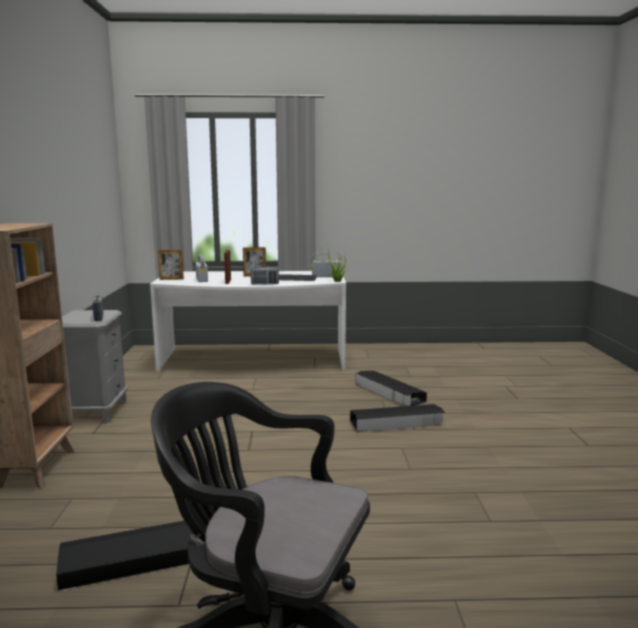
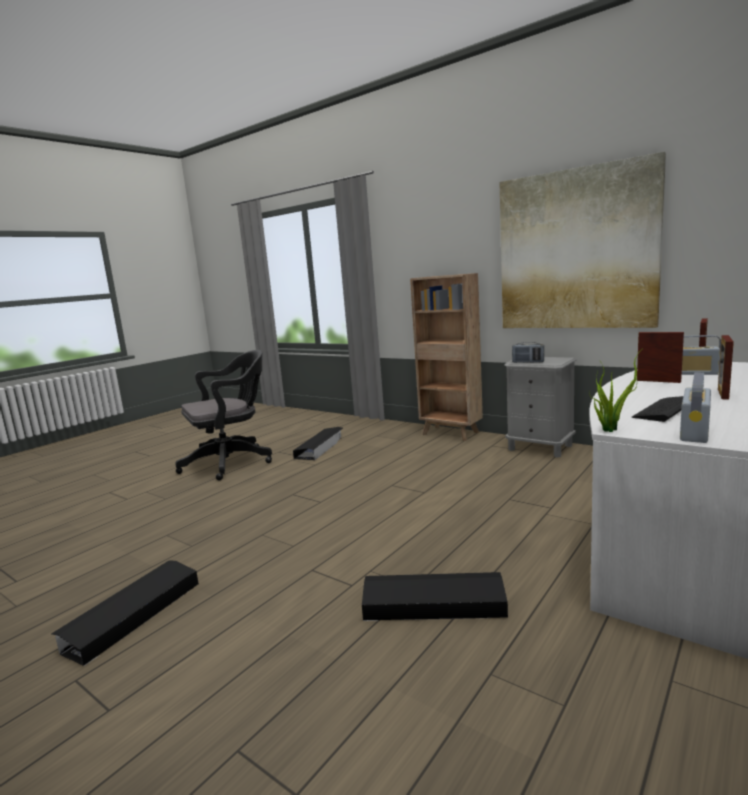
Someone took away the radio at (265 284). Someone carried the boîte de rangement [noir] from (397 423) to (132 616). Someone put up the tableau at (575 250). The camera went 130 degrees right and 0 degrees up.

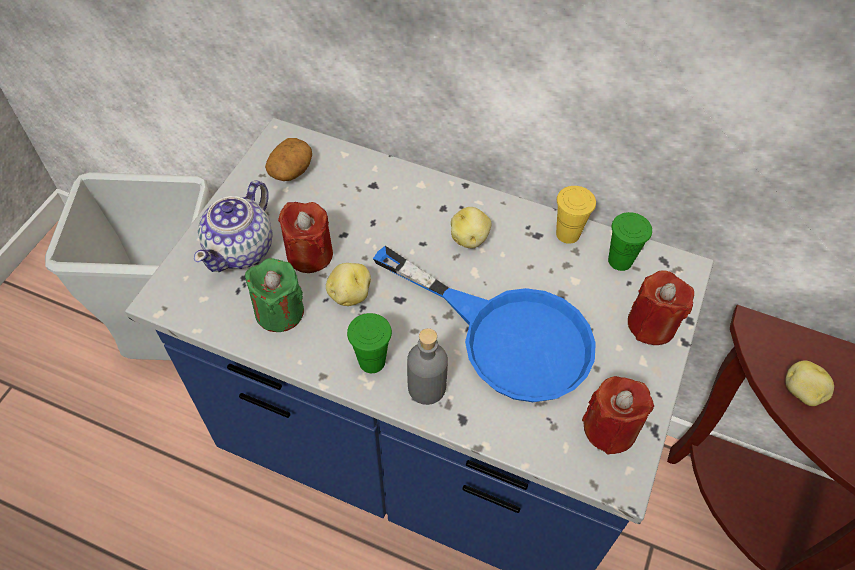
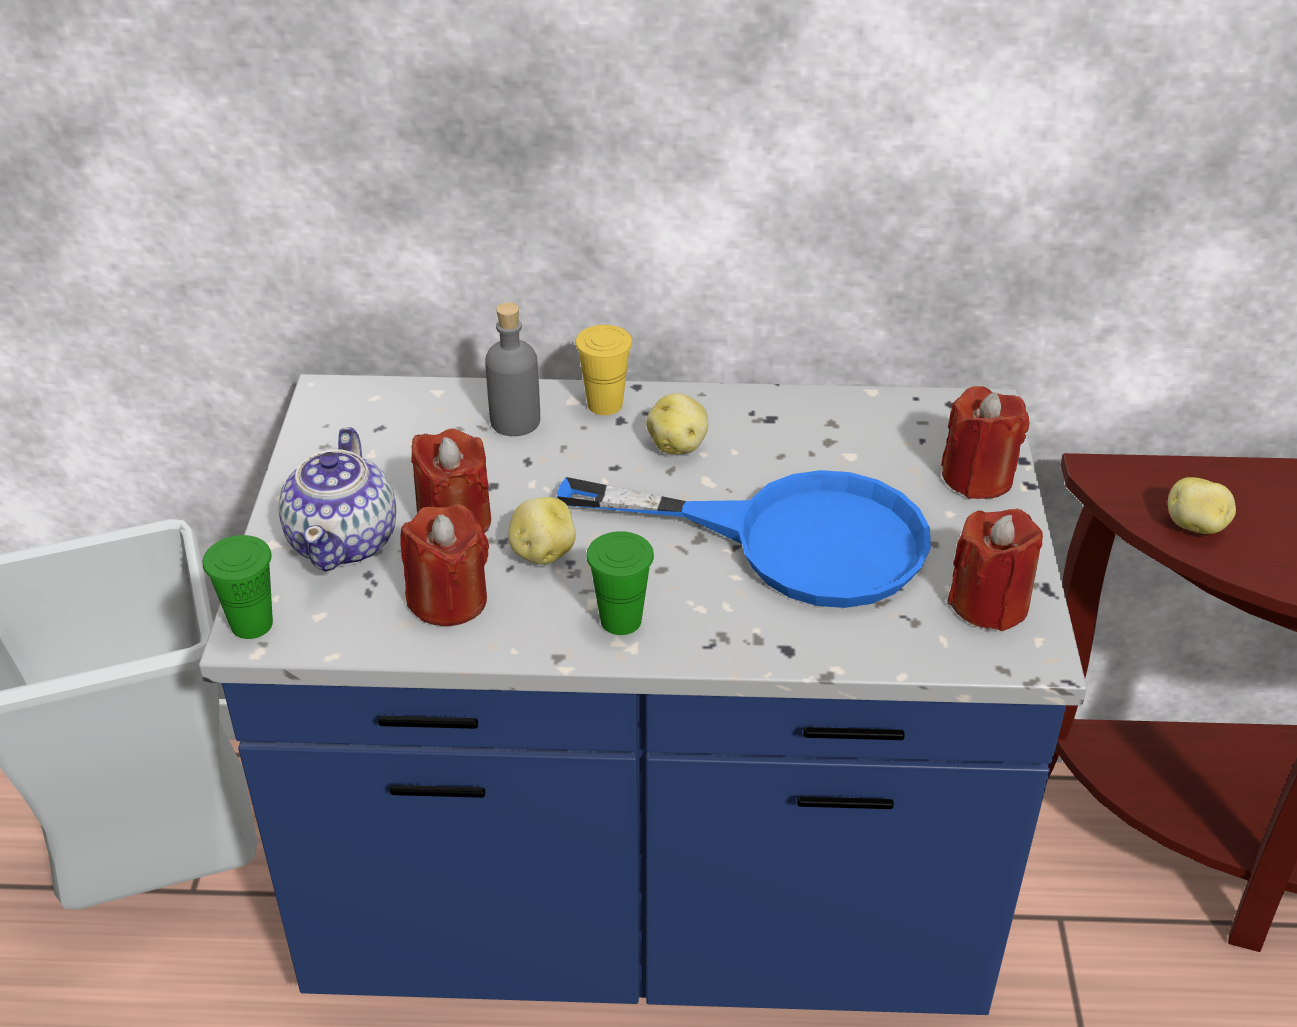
Someone repainted the bougie [vert] at (279 312), which became the bougie [rouge] at (448 600). Someone took away the pomme de terre at (291 170). Someone carried the bouteille [gris] from (426 388) to (515 421). Someone carried the tasse [jaune] from (567 234) to (605 404). Someone carried the tasse [vert] from (620 261) to (252 624). The camera went 20 degrees left and 15 degrees down.

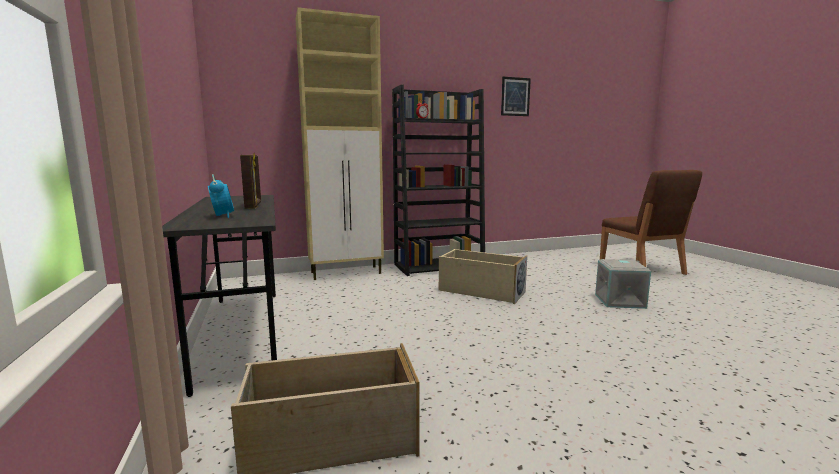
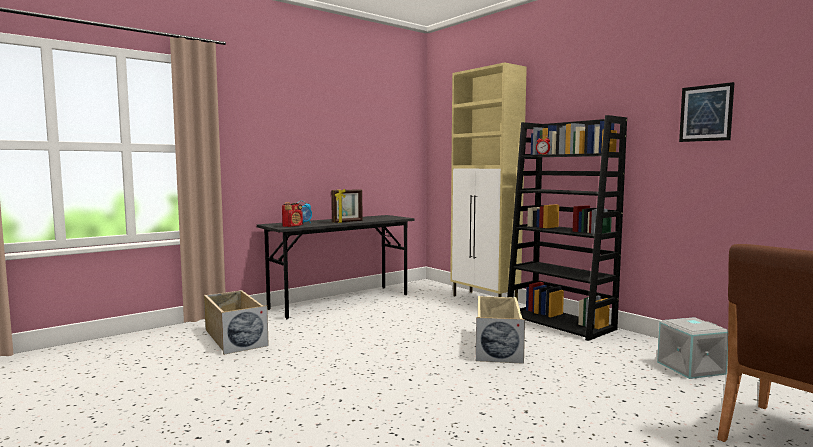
Someone carried the boîte de rangement [gris] from (621 301) to (691 368). Someone put down the radio at (293 226). The camera went 70 degrees right and 5 degrees down.

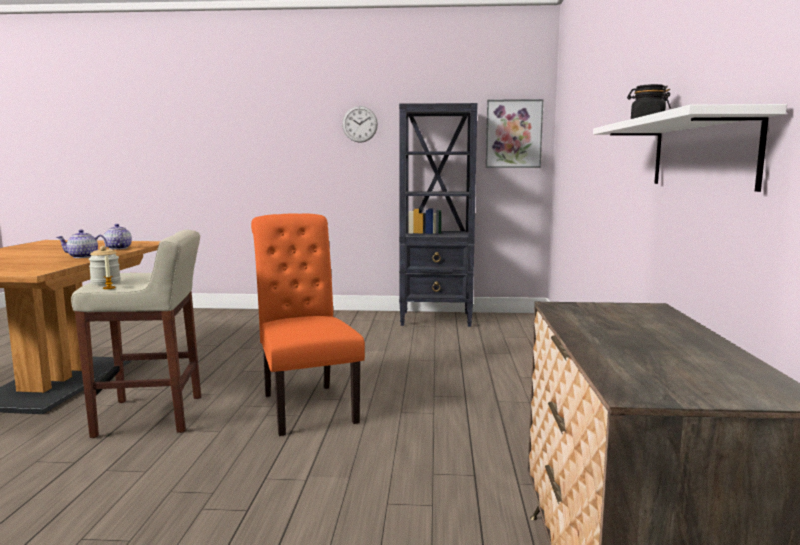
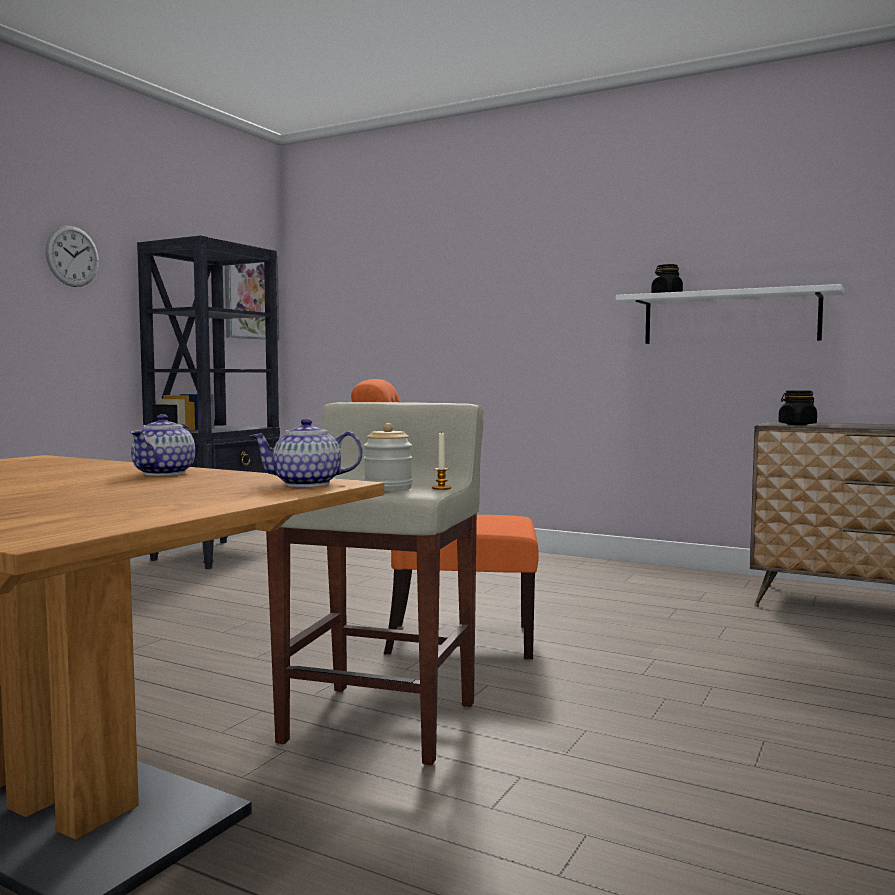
Someone carried the théière from (118 248) to (308 484). Someone put down the bocal [noir] at (797 424). The camera went 65 degrees left and 5 degrees down.

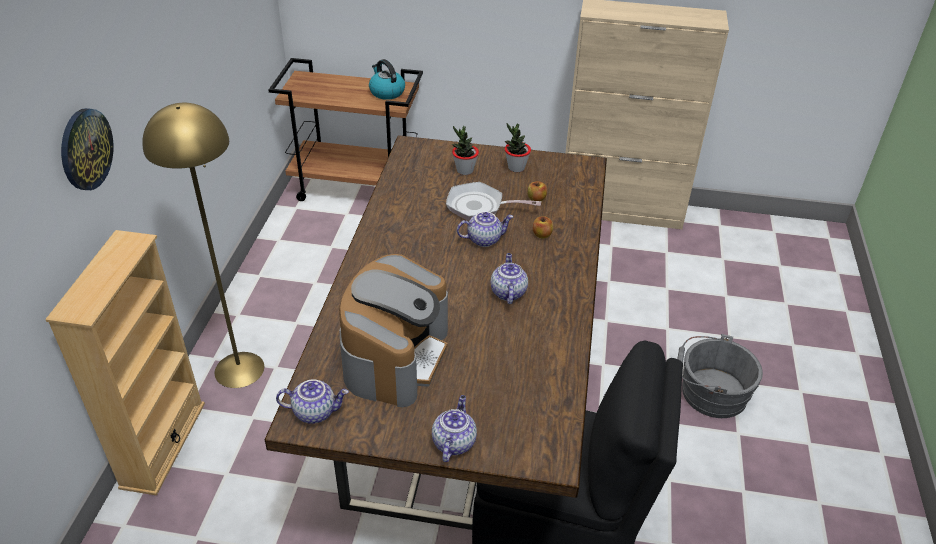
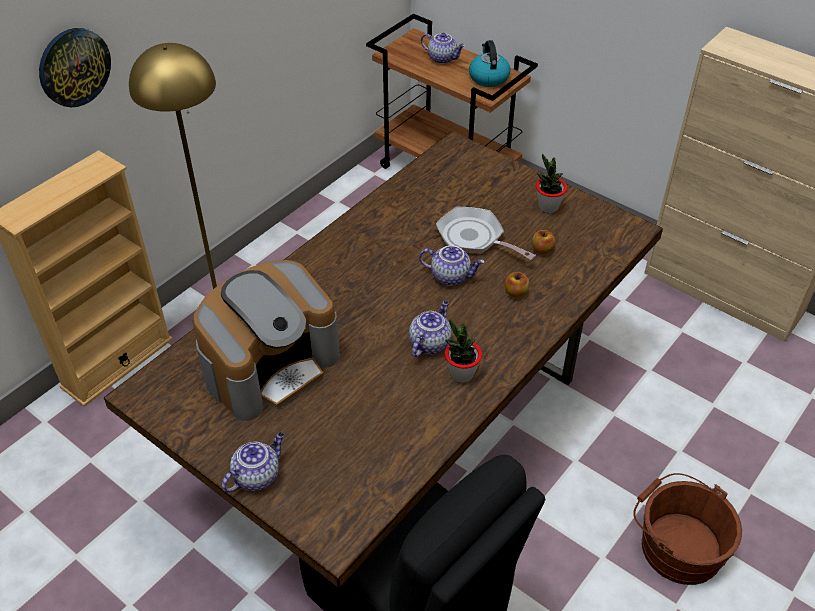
Someone carried the théière from (315 411) to (442 58). Someone carried the plante en pot from (464 170) to (461 374). Someone repainted the seau [gris] at (709 392), which became the seau [marron] at (677 544). The camera went 30 degrees right and 5 degrees up.

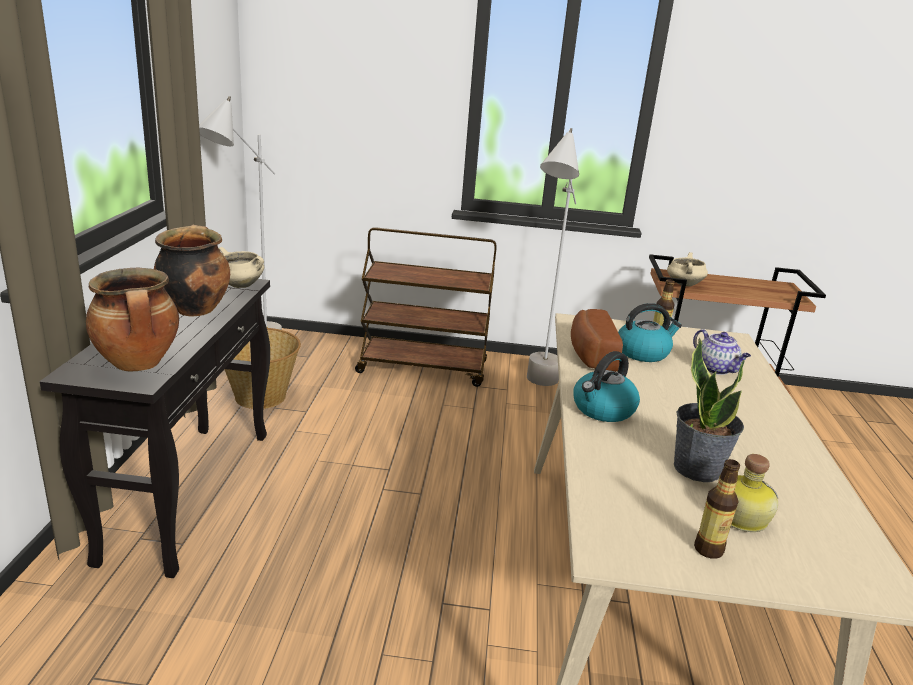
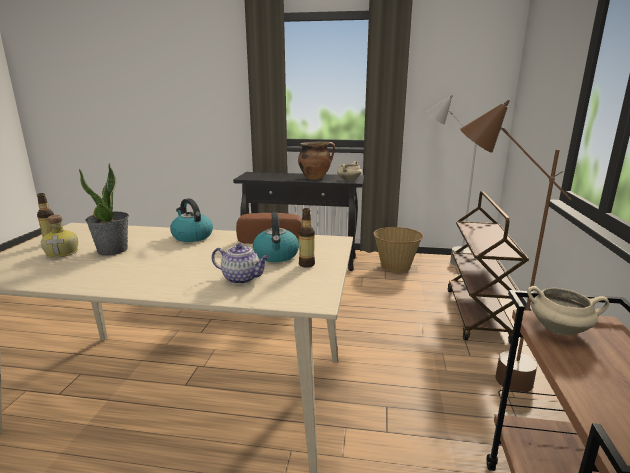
Someone took away the marmite at (139 364). Someone repainted the lampadaire [gris] at (536 390), which became the lampadaire [marron] at (482 373). Someone rotated the théière at (716 369) by 135 degrees counterclockwise. The camera went 95 degrees right and 5 degrees down.

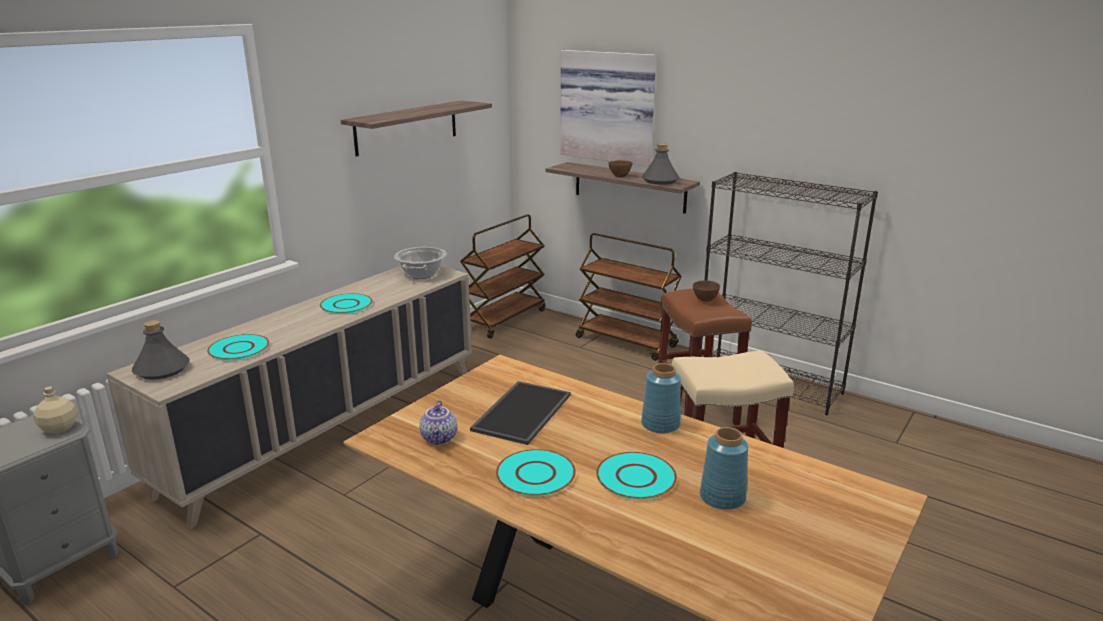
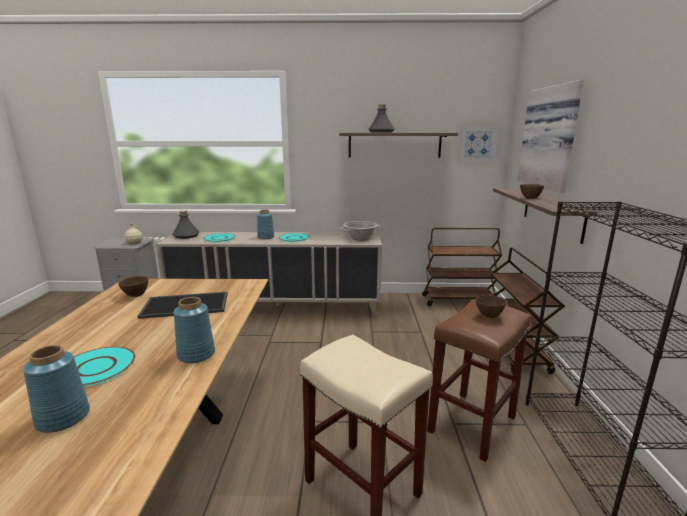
Someone swapped the théière at (440 438) for the bol [marron] at (136 295). Someone took away the assiette [turquoise] at (535 474). Someone carried the bouteille [gris] from (660 181) to (381 132). Someone put down the vase [bleu] at (266 237). Someone put up the tableau at (477 144). The camera went 55 degrees right and 5 degrees down.

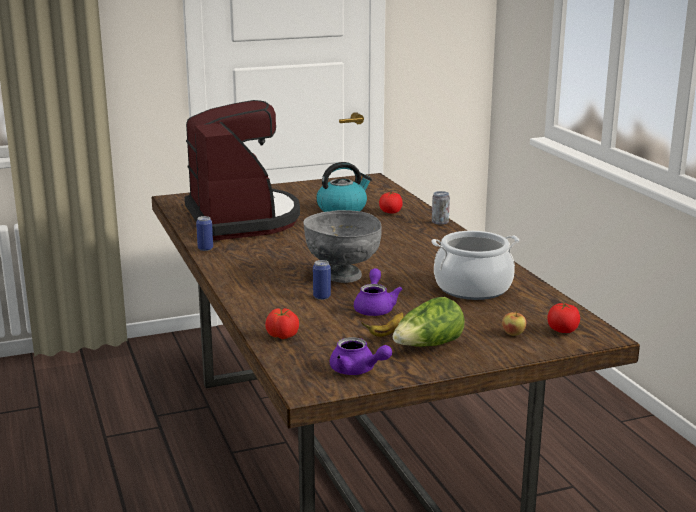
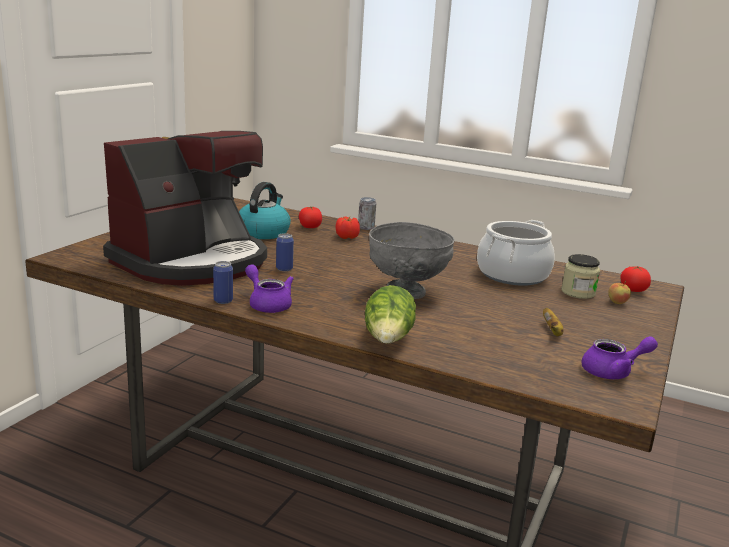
Someone rotated the machine à café at (243 219) by 105 degrees clockwise. Someone carried the tomate from (282 336) to (347 237). Someone carried the boîte métallique from (322 296) to (284 269). Someone carried the théière [violet] from (375 308) to (267 304). Someone carried the laitue from (428 346) to (388 339). Someone put down the bocal at (578 292). The camera went 45 degrees left and 0 degrees up.

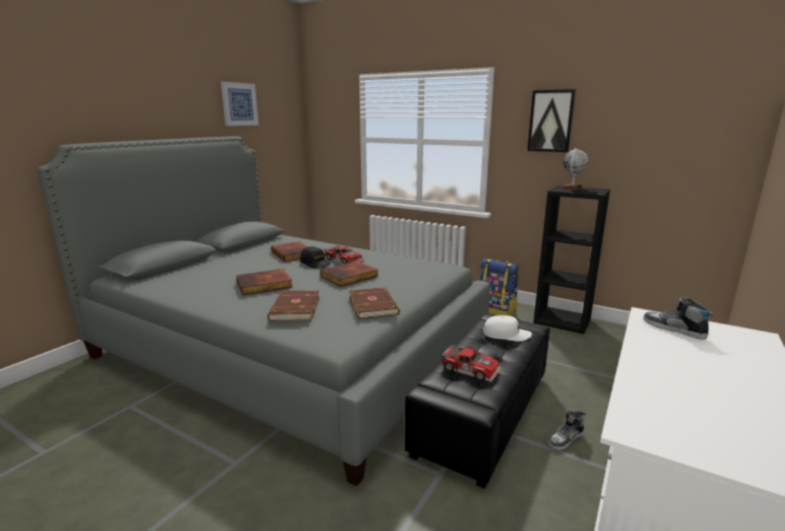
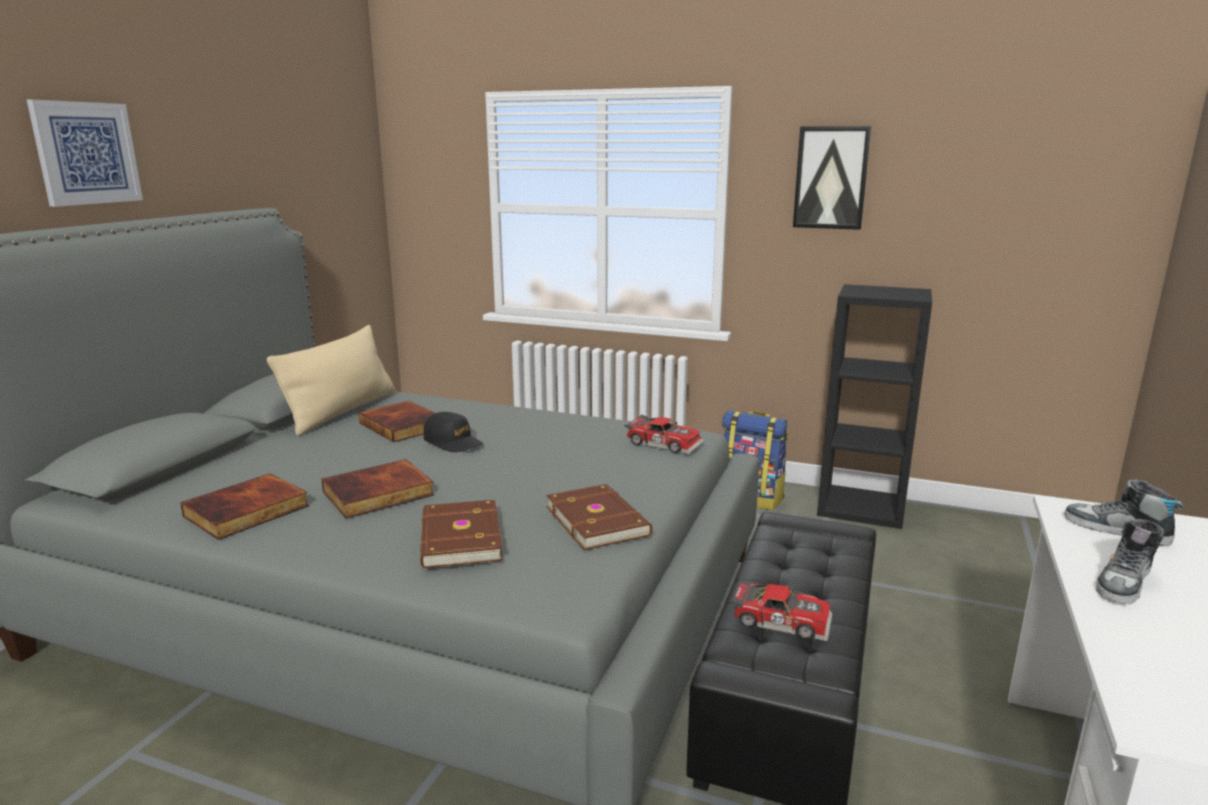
Someone carried the tableau from (239 104) to (86 153). Someone carried the livre from (350 277) to (247 512). Someone carried the petite voiture from (344 260) to (665 443). Someone took away the casquette [blanc] at (506 334). Someone carried the chaussure from (566 439) to (1124 583). Someone took away the globe at (572 188). Someone put down the coussin [beige] at (342 411). The camera went 10 degrees left and 0 degrees up.

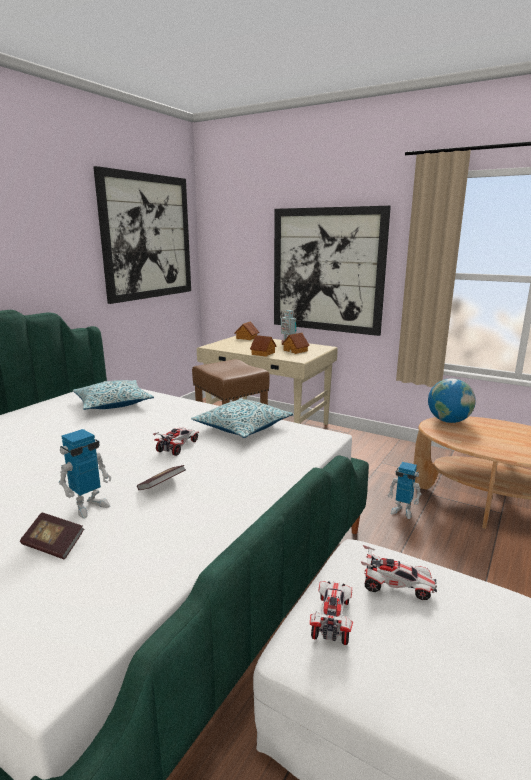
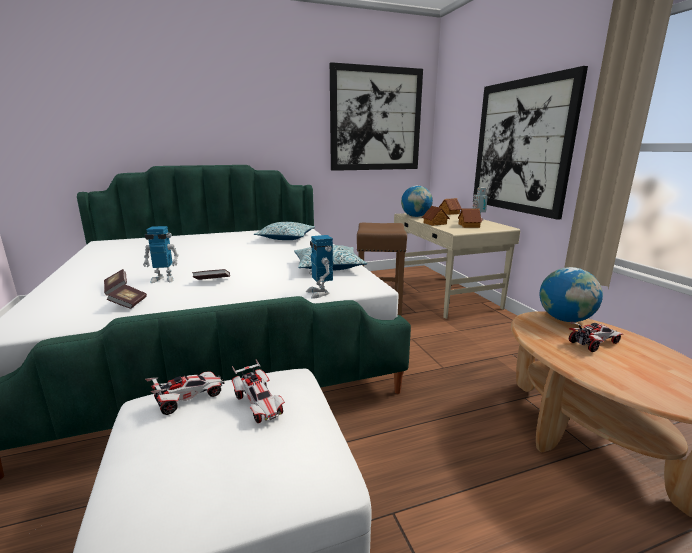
Someone carried the petite voiture from (178 447) to (593 343). Someone carried the robot jouet from (402 511) to (320 293). Someone put down the livre at (129 304). Someone put down the globe at (416 216). The camera went 40 degrees right and 0 degrees up.

